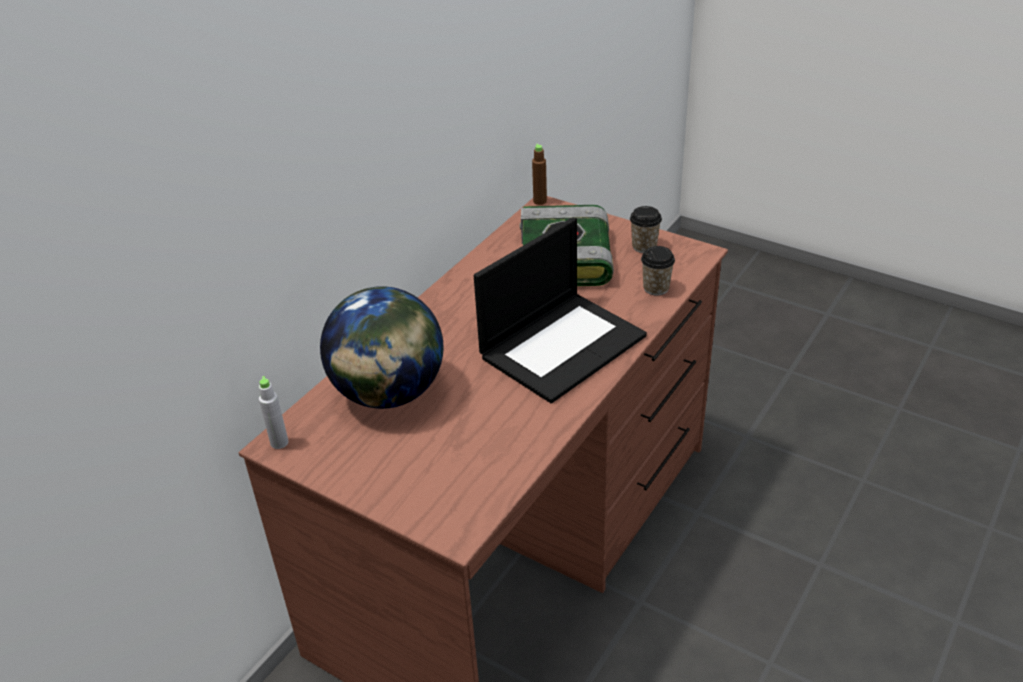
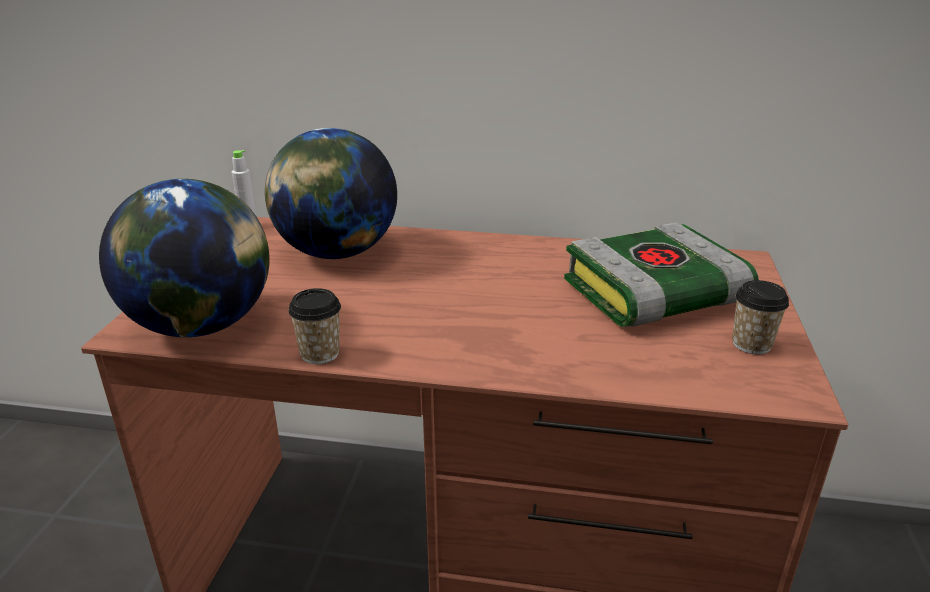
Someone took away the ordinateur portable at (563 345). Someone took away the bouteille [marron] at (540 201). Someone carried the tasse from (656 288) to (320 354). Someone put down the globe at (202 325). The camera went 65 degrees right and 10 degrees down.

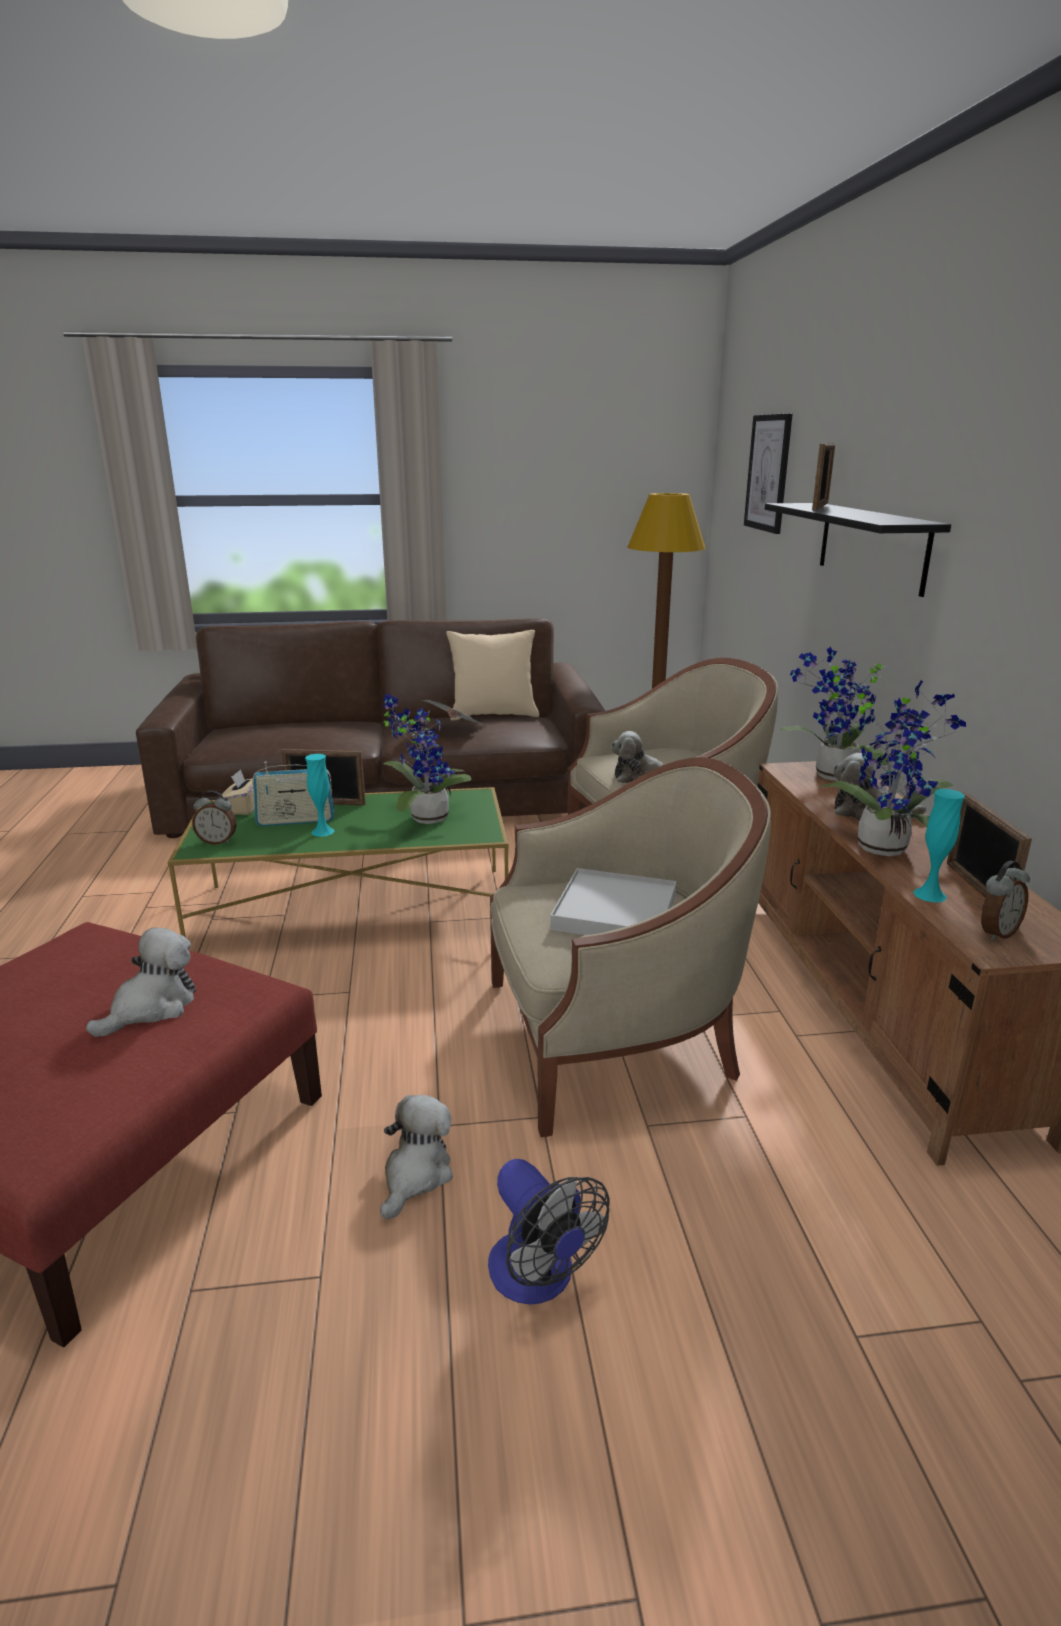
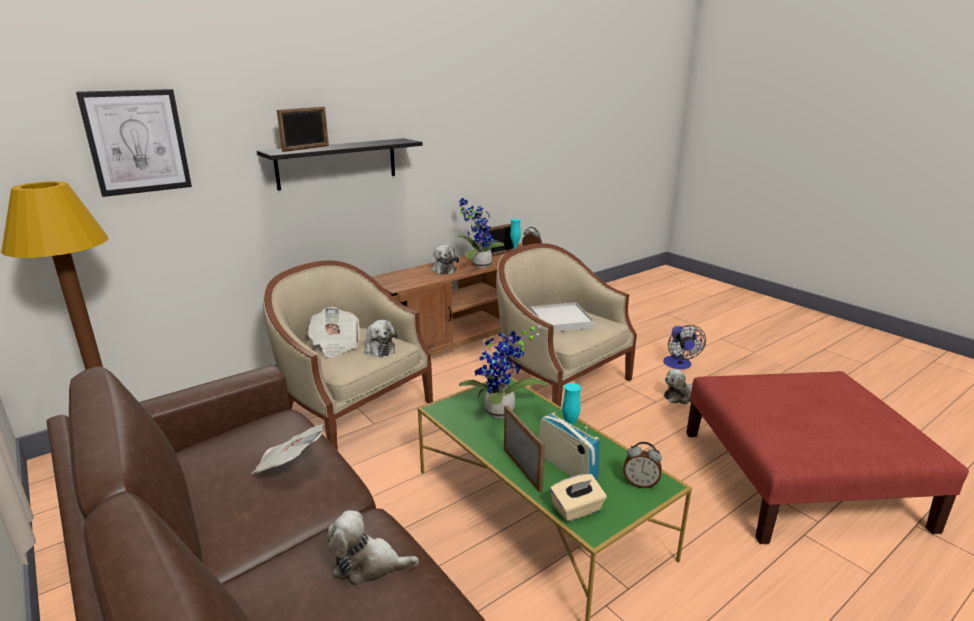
Someone carried the peluche from (152 1007) to (368 565). Someone rotated the réveil at (217 841) by 135 degrees clockwise. Someone took away the coussin [beige] at (493 715). Someone rotated the ventilateur at (539 1278) by 150 degrees clockwise. Someone took away the plante en pot at (831 777). Someone rotated the cadre photo at (820 507) by 135 degrees clockwise. Someone put down the journal at (335 345). The camera went 120 degrees left and 0 degrees up.

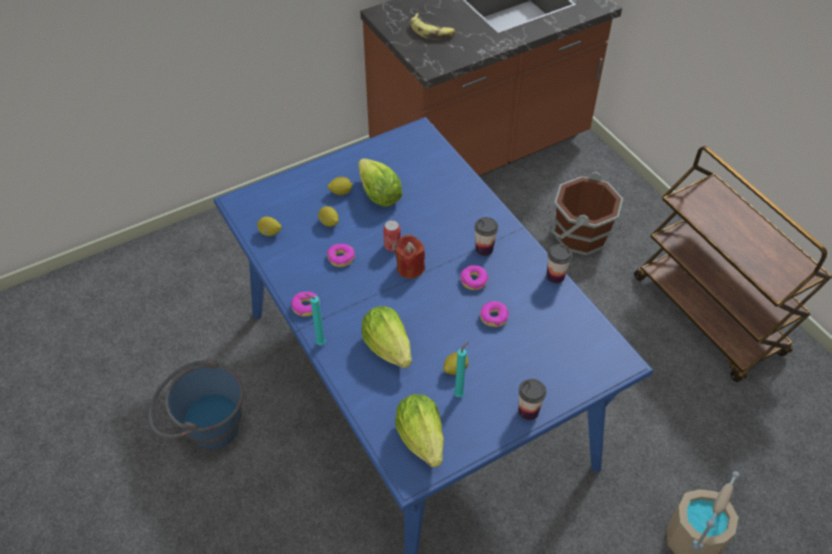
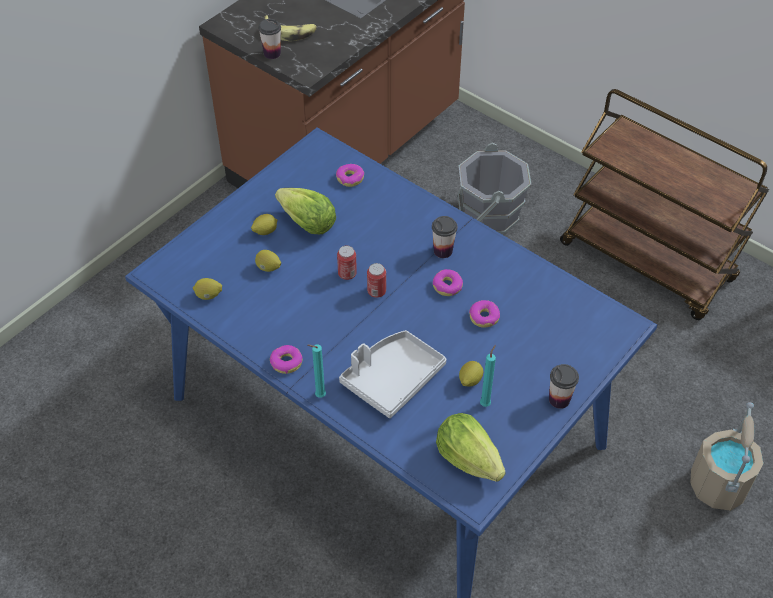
Someone took away the seau [bleu] at (204 427). Someone carried the beignet from (341 258) to (350 178). Someone swapped the laitue at (388 347) for the plateau [gris] at (392 378). Someone swapped the bougie [rouge] at (410 268) for the boîte métallique at (376 291). Someone carried the tasse from (555 276) to (272 53). Someone repainted the seau [marron] at (579 235), which became the seau [gris] at (489 214). The camera went 20 degrees left and 0 degrees up.

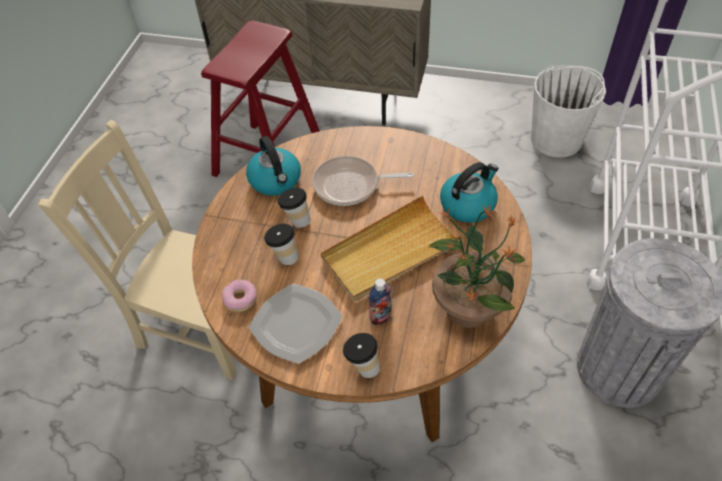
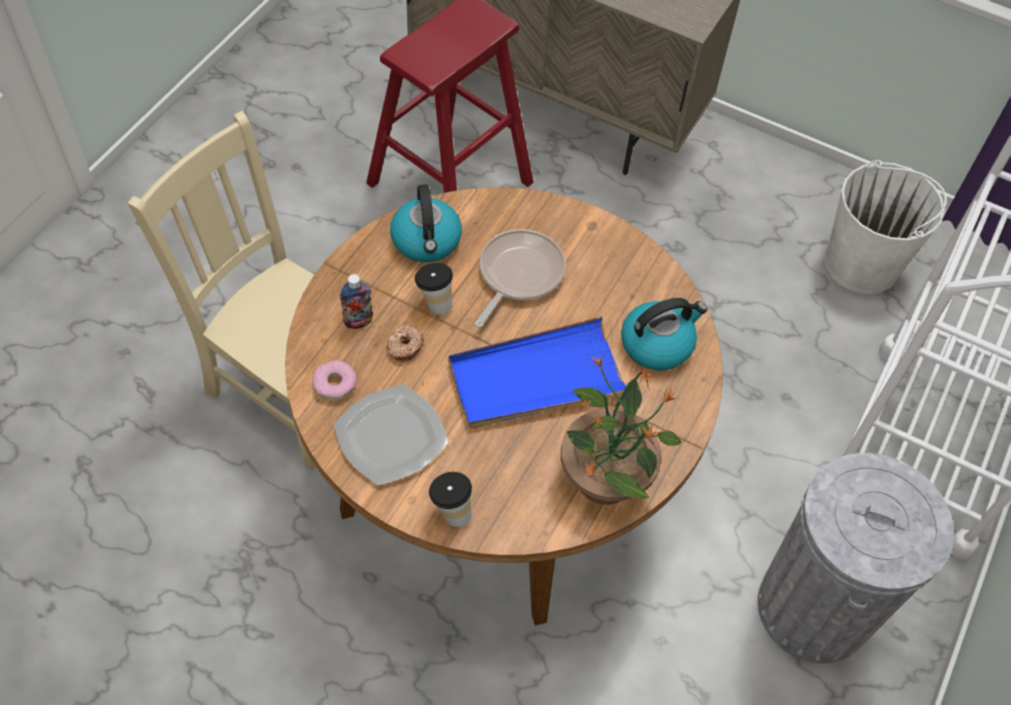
Someone swapped the tasse at (284 256) for the beignet at (404 346). Someone rotated the poêle at (350 185) by 105 degrees clockwise. Someone repainted the plateau [beige] at (390 252), which became the plateau [bleu] at (536 378). Someone carried the bouteille from (380 317) to (358 321). The camera went 10 degrees right and 5 degrees up.

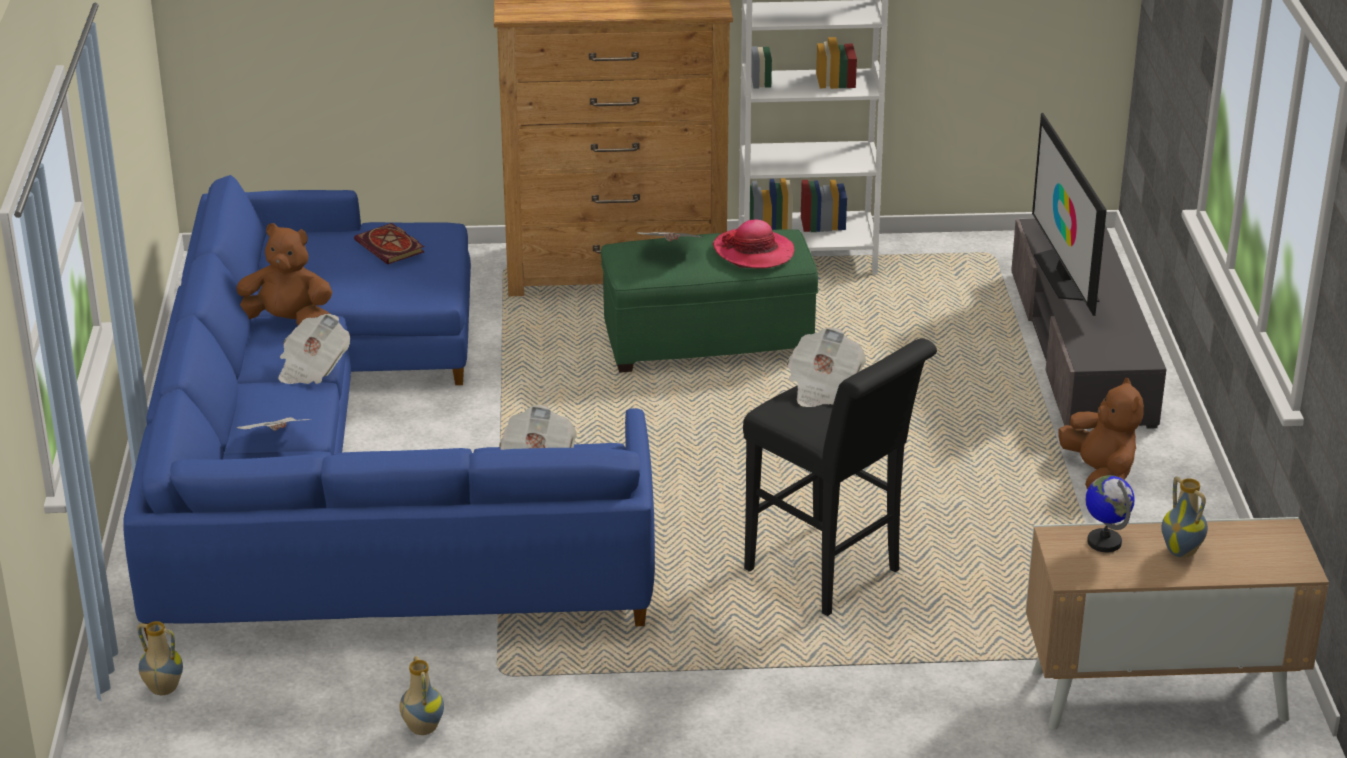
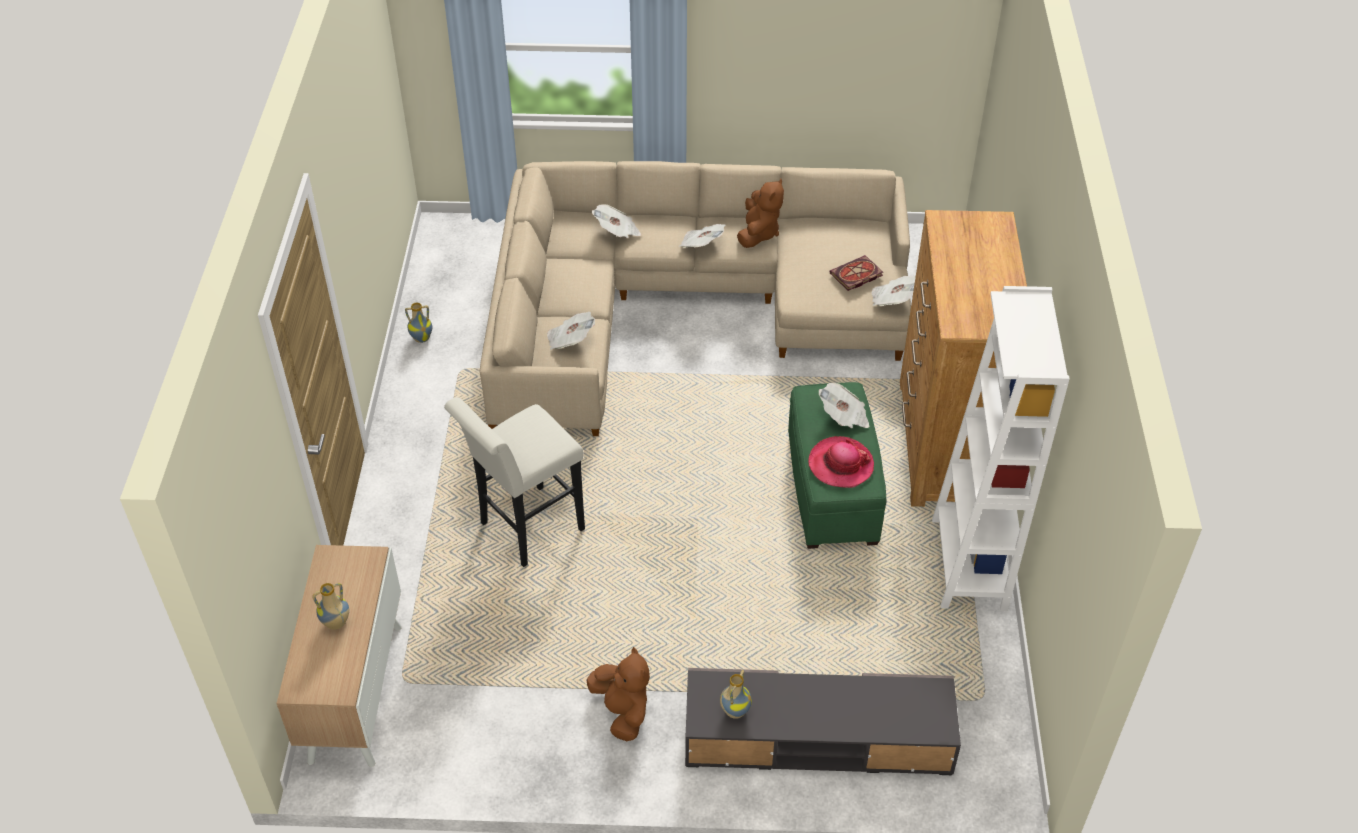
Someone repainted the canapé [bleu] at (346 469), which became the canapé [beige] at (682 305). Someone carried the vase from (163 689) to (734 711). Someone repainted the tabouret [noir] at (830 575), which became the tabouret [blanc] at (526 530). Someone carried the journal from (823 388) to (893 300). Someone took away the téléviseur at (1064 275). Someone rotated the peluche [marron] at (1100 475) by 105 degrees counterclockwise. Someone took away the globe at (1104 542). The camera went 95 degrees right and 15 degrees up.

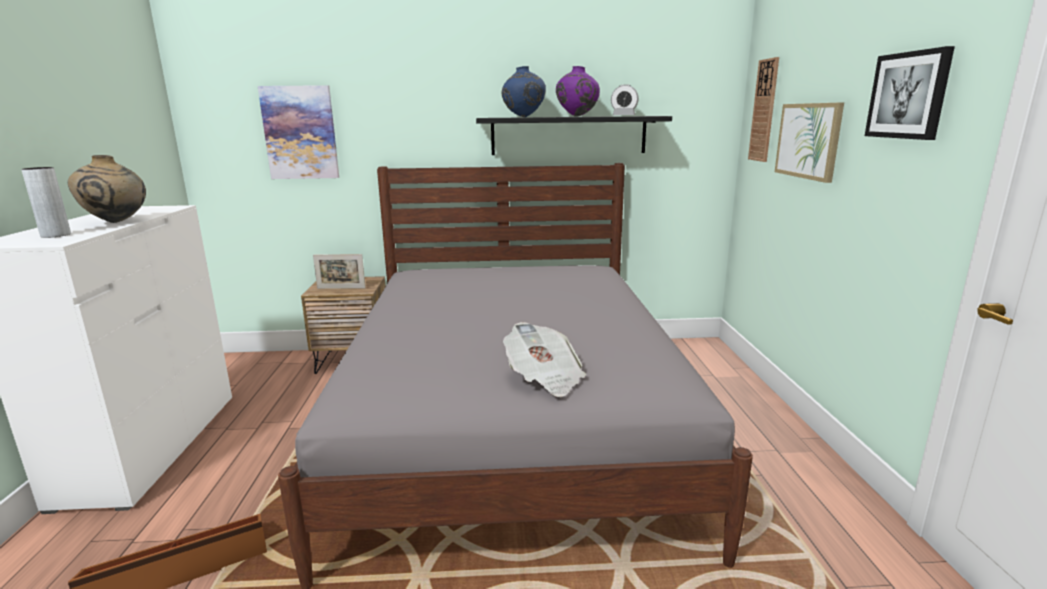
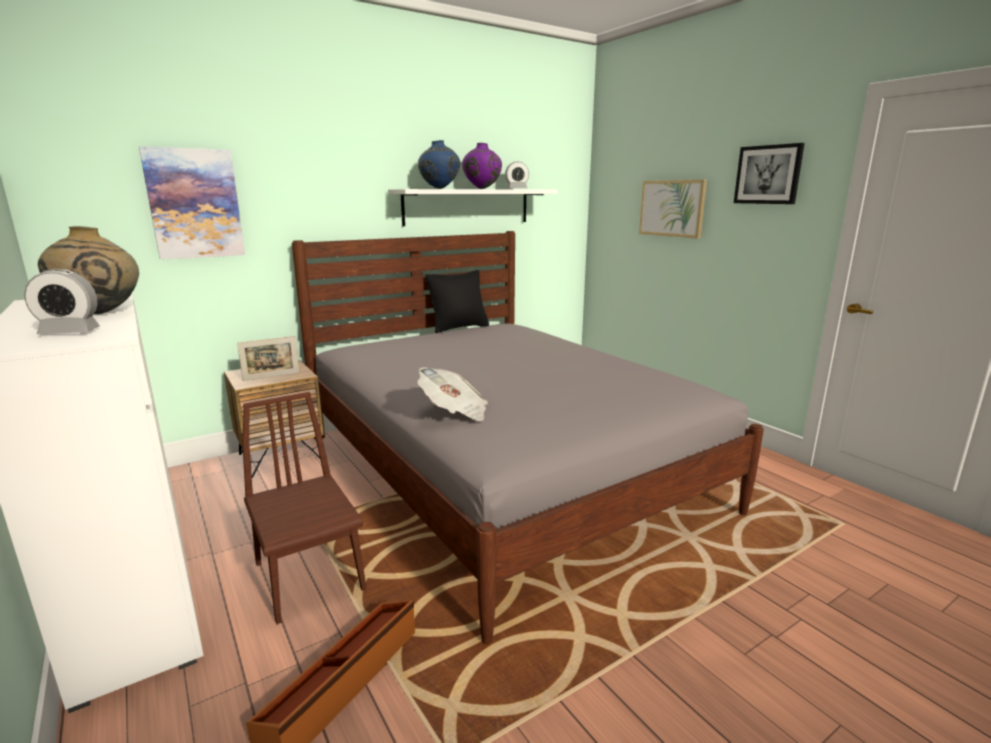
Someone swapped the vase [gris] at (56 235) for the réveil at (69 332). Someone repainted the étagère [noir] at (568 135), which became the étagère [blanc] at (467 206). Someone carried the journal from (544 378) to (454 412). Someone took away the horloge murale at (764 111). Someone put down the chaise [marron] at (309 576). Someone put down the coussin [noir] at (459 328). The camera went 30 degrees left and 0 degrees up.

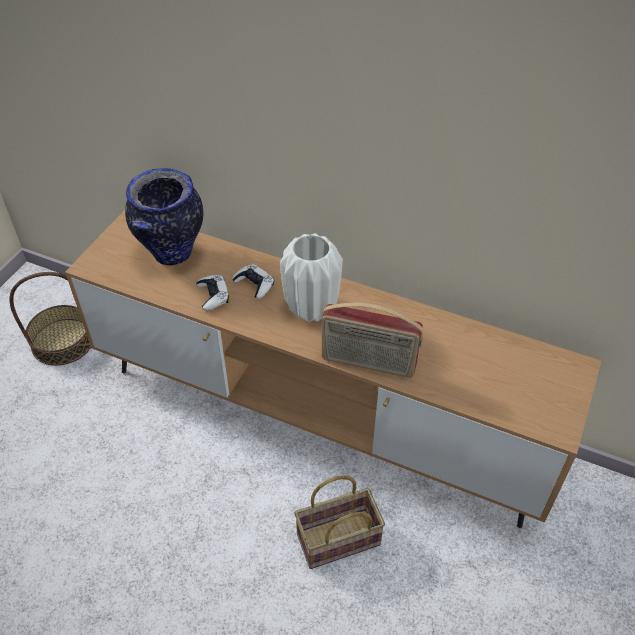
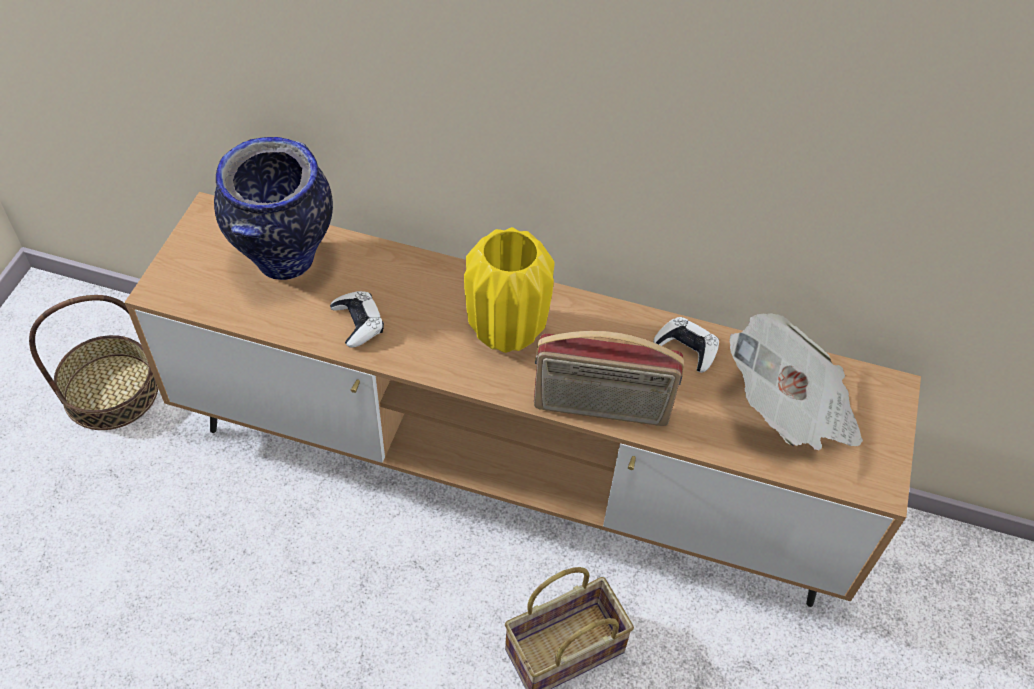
Someone carried the manette [blanc] from (254 284) to (687 348). Someone repainted the vase [blanc] at (311 309), which became the vase [jaune] at (506 333). Someone put down the journal at (789 408). The camera went 10 degrees left and 5 degrees up.

